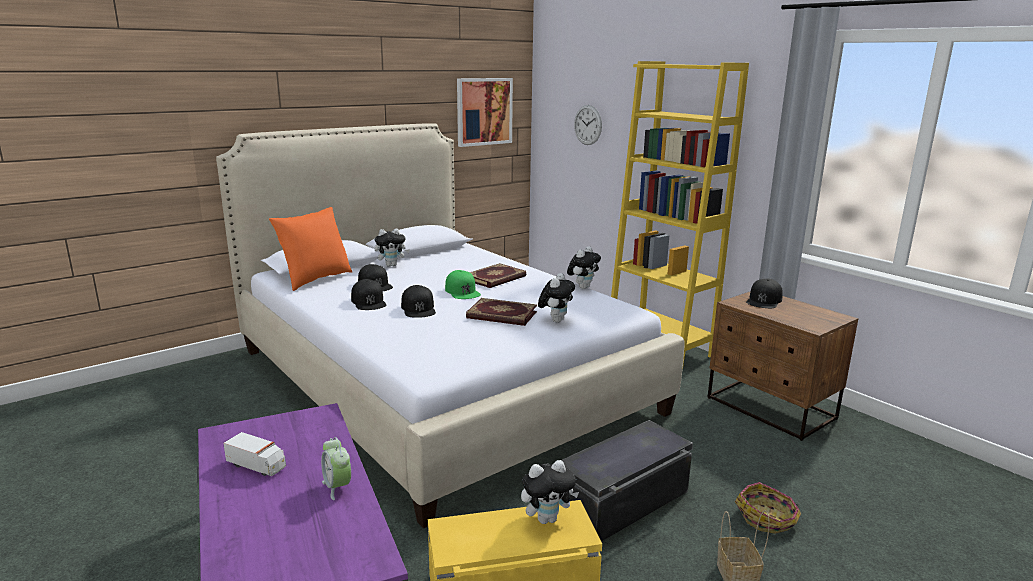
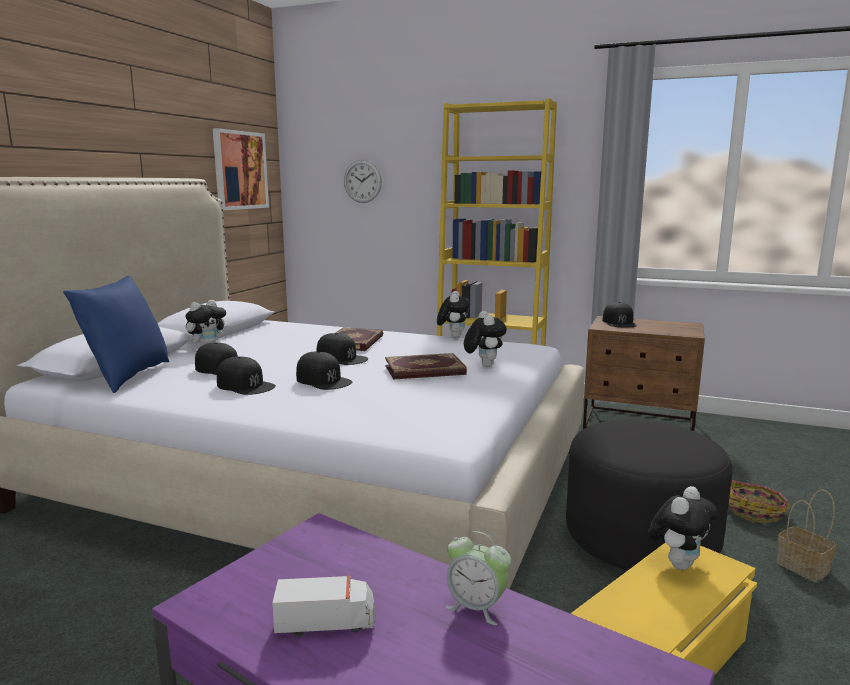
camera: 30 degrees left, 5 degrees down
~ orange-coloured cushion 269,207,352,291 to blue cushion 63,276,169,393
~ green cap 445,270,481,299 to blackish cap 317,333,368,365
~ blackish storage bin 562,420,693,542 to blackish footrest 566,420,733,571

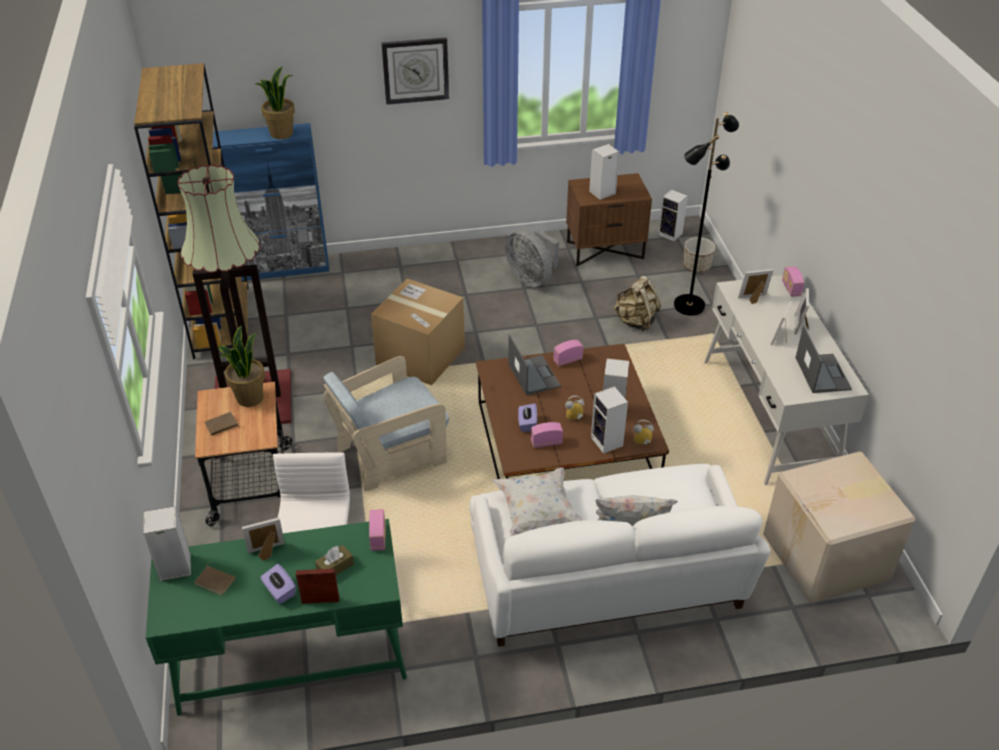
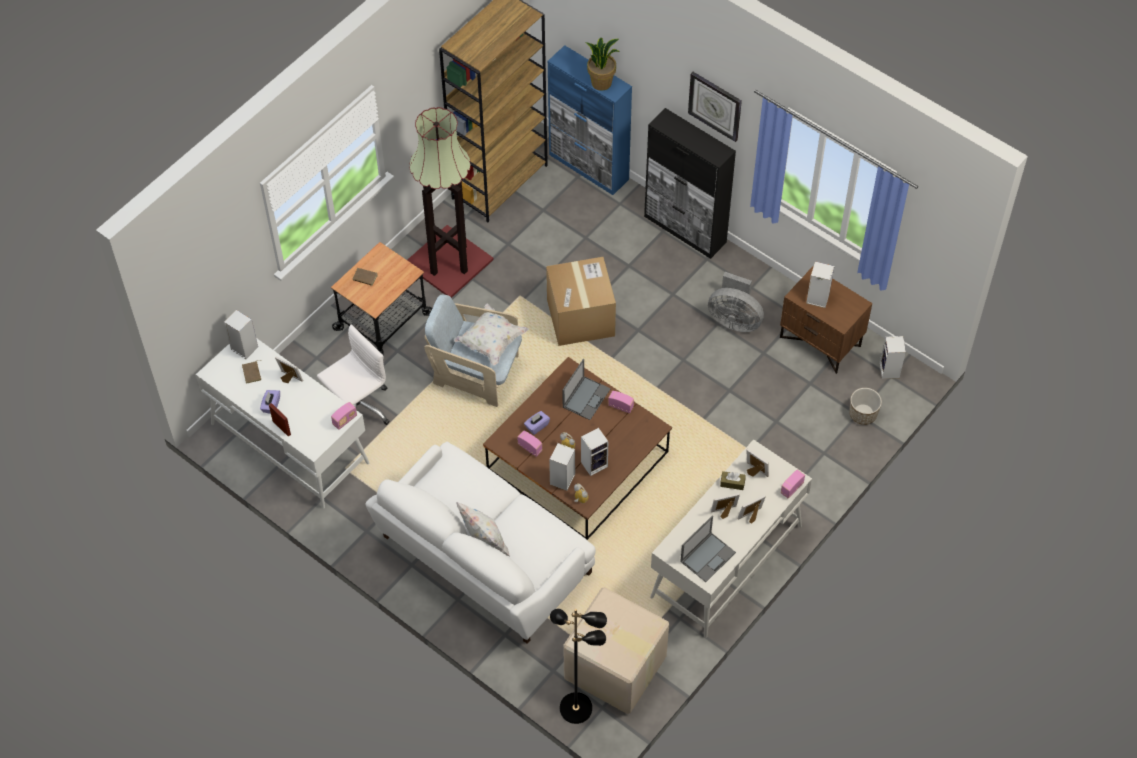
camera: 50 degrees right, 15 degrees up
~ green desk 146,519,407,716 to white-coloured desk 196,338,369,509
- houseplant 218,325,265,407
~ brownish box of tissues 315,545,354,575 to 720,471,746,490
~ white-coloured cushion 493,467,582,536 to 454,303,529,365
~ gray cooling fan 505,229,559,287 = 708,272,764,332 75 degrees counterclockwise
- sand-coloured rucksack 613,276,661,332
~ blackish standard lamp 674,112,739,316 to 550,608,607,724
+ blackish cabinet 644,108,736,259

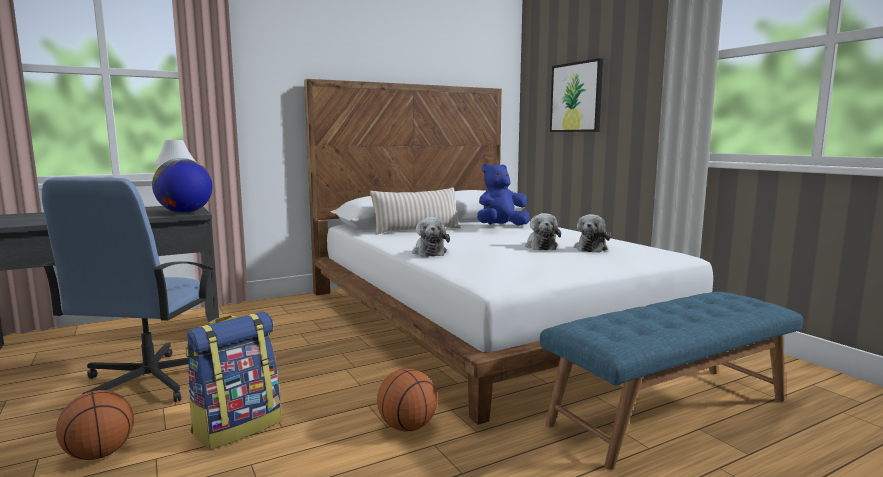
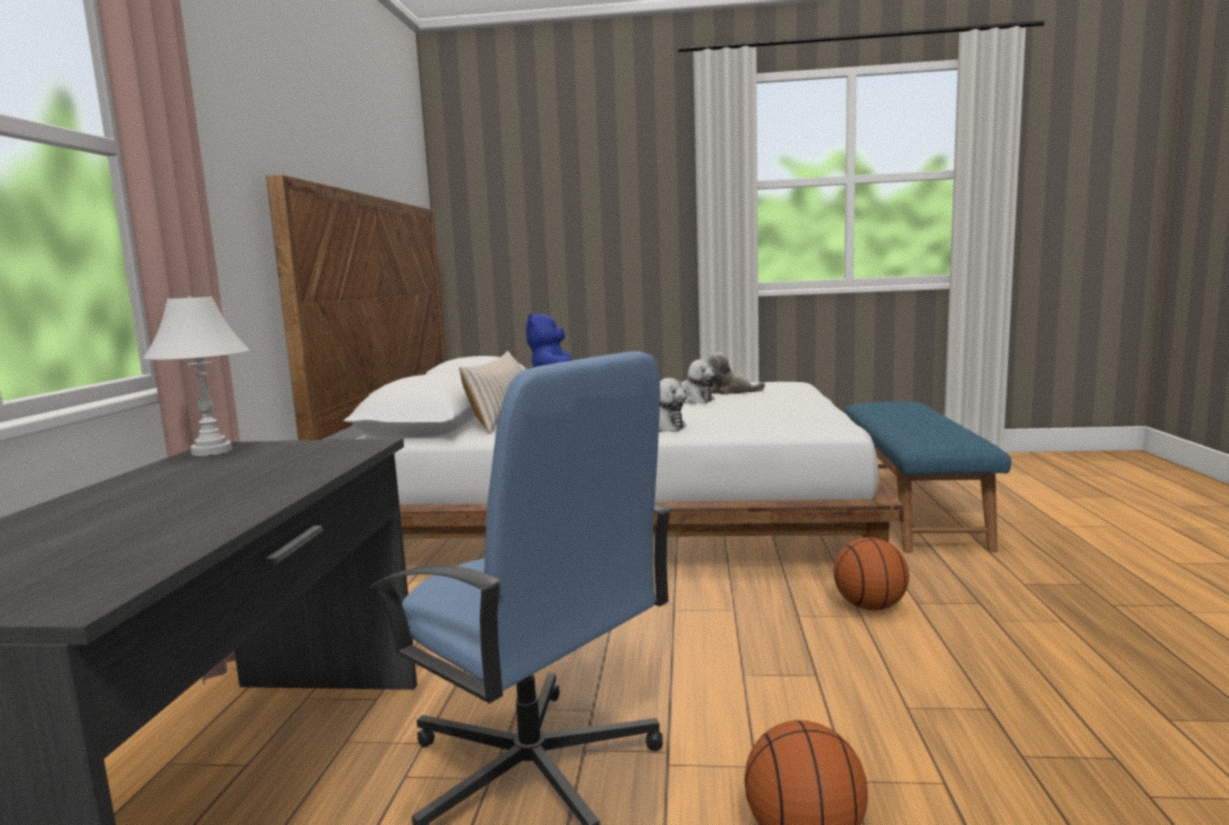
camera: 55 degrees left, 0 degrees up
- globe 152,158,213,213
- rucksack 185,312,281,450
- wall art 550,58,603,132
~ plush toy 574,214,611,253 = 707,353,765,395 135 degrees clockwise

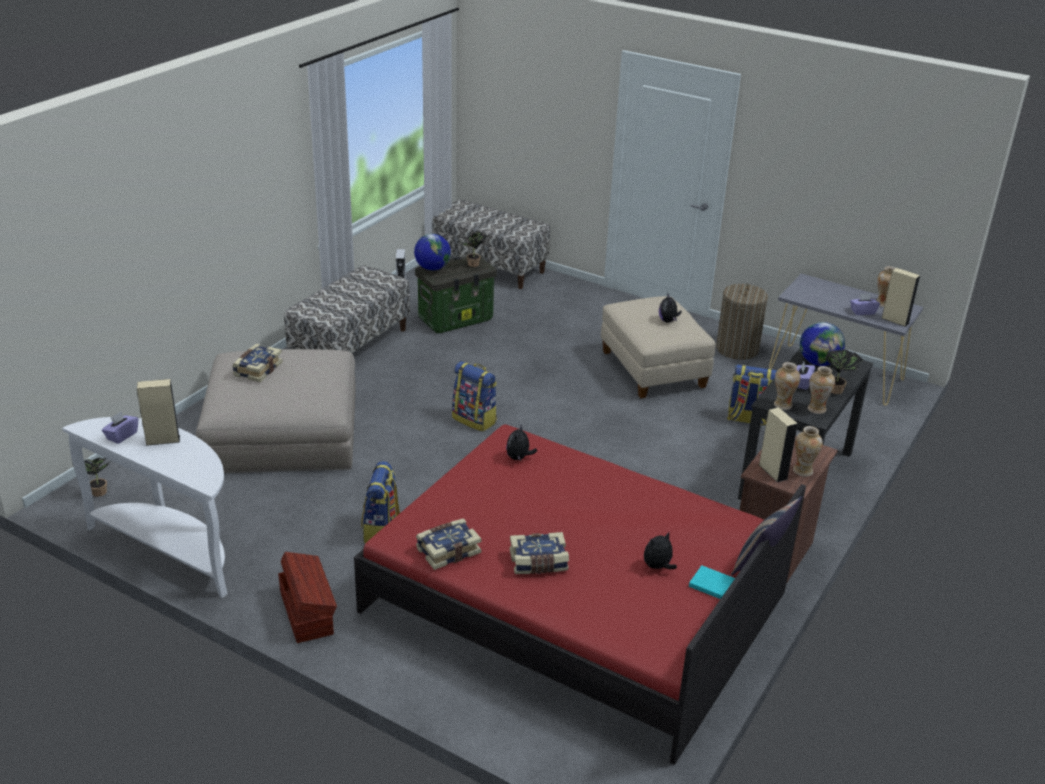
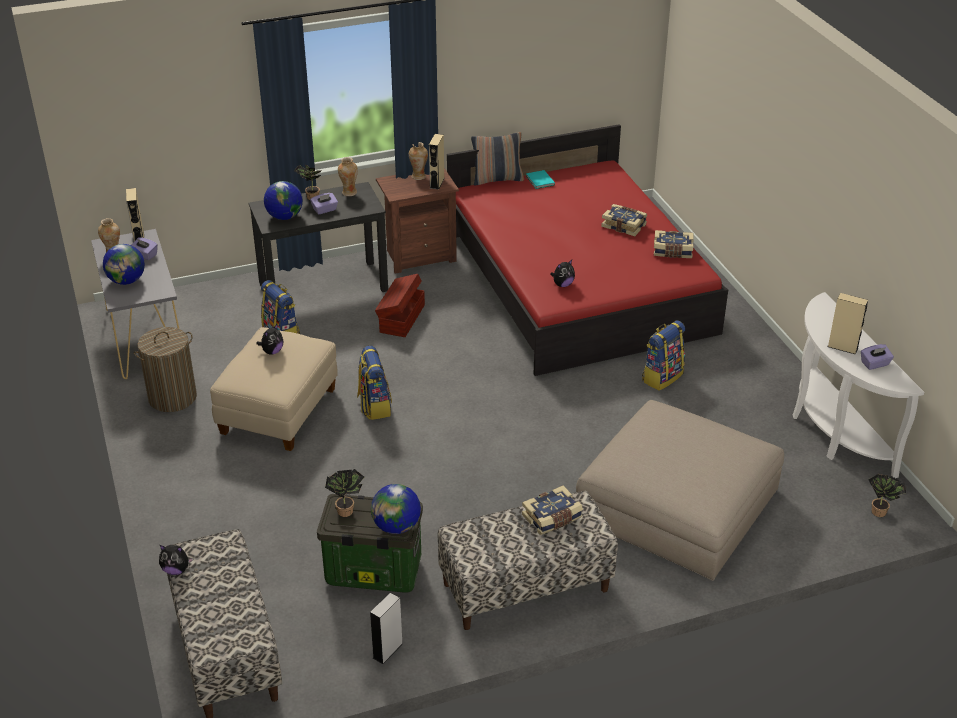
camera: 140 degrees left, 5 degrees up
~ book 232,344,283,382 to 522,485,583,535
~ brownish storage bin 278,552,337,643 to 375,274,425,337
~ rucksack 452,361,497,432 to 357,346,392,420
~ plush toy 644,532,677,569 to 159,545,193,575
- flower vase 774,362,800,410
+ globe 103,244,145,285

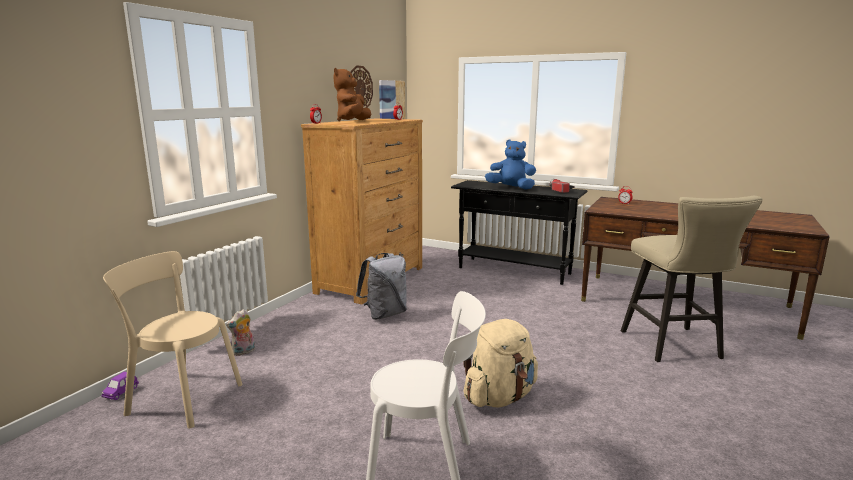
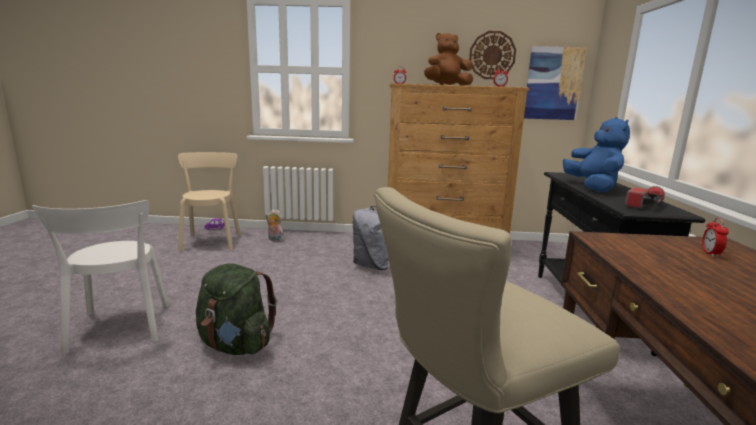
camera: 65 degrees right, 0 degrees up
~ sand-coloured rucksack 464,319,538,407 to green rucksack 196,263,277,355

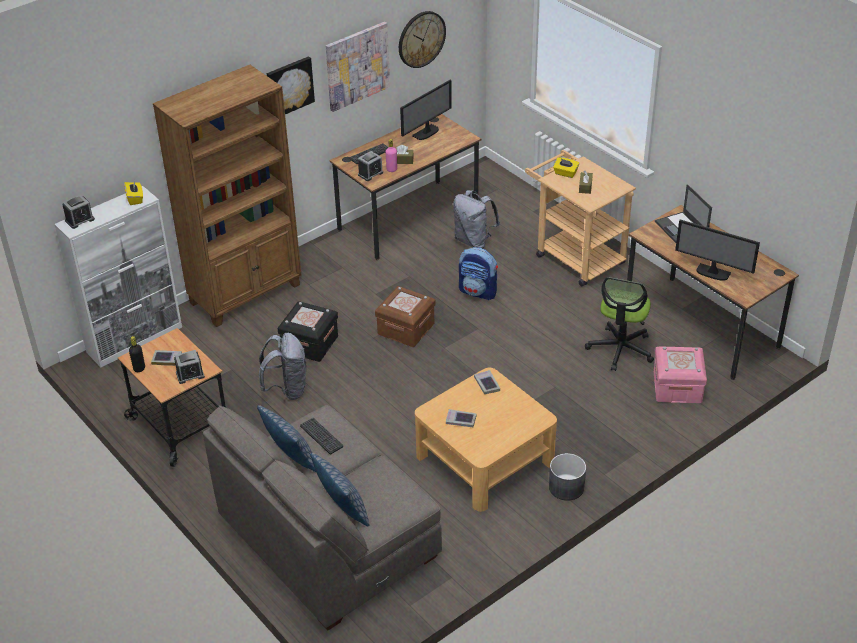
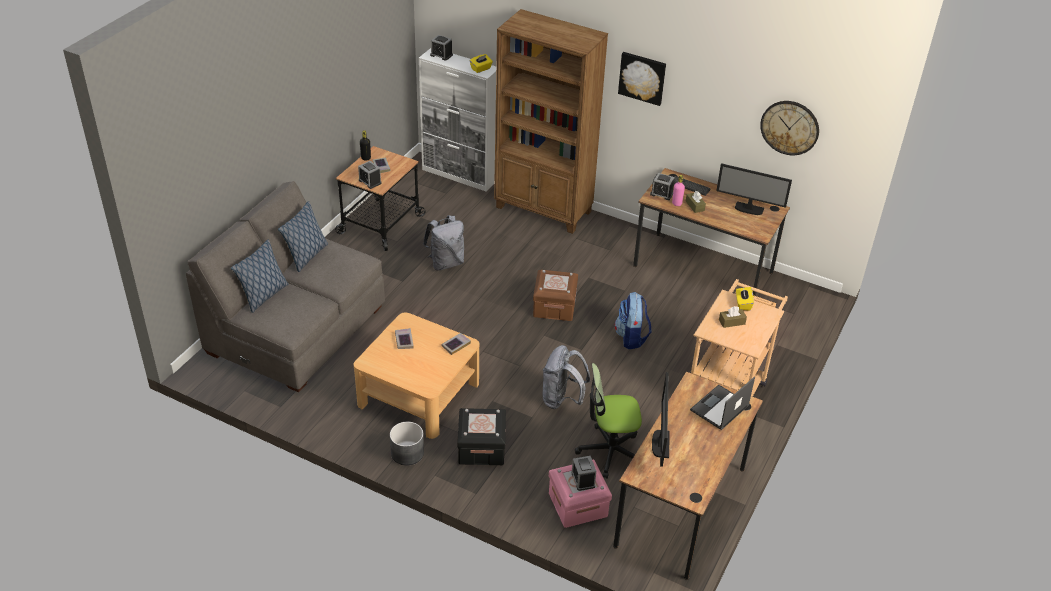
camera: 65 degrees right, 0 degrees up
~ blackish storage bin 277,301,338,362 to 457,408,506,465
- computer keyboard 300,418,343,455
- wall art 326,22,390,112
~ gray rucksack 453,190,500,248 to 543,345,590,409
+ bedside clock 571,456,596,491

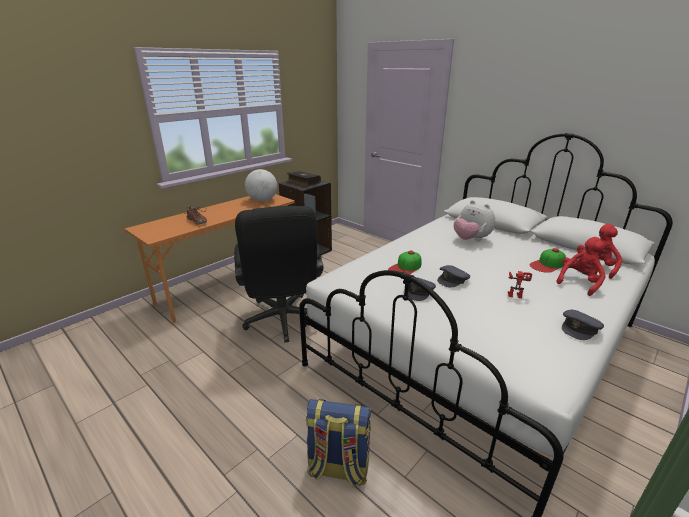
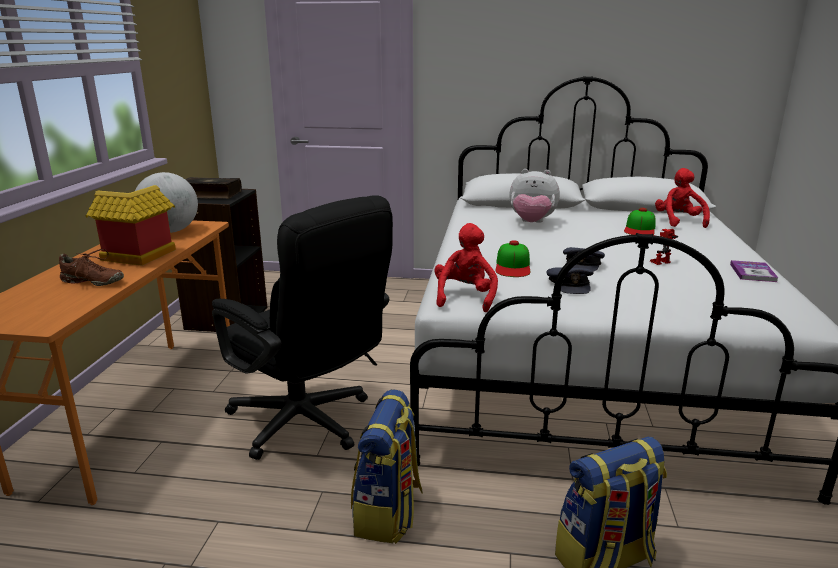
camera: 35 degrees left, 5 degrees down
~ reddish plush toy 556,237,606,296 to 434,223,498,312
~ gray cap 562,310,604,340 to book 730,260,779,282
+ model house 86,185,176,266
+ rucksack 351,389,423,544

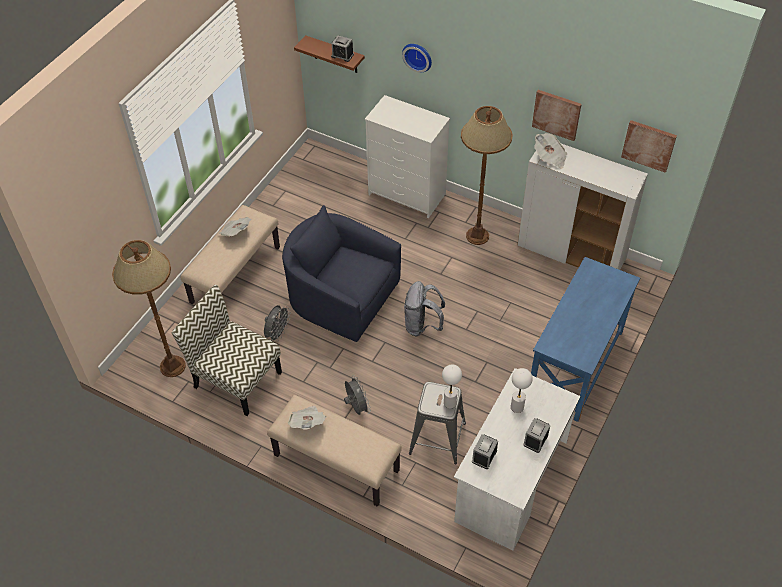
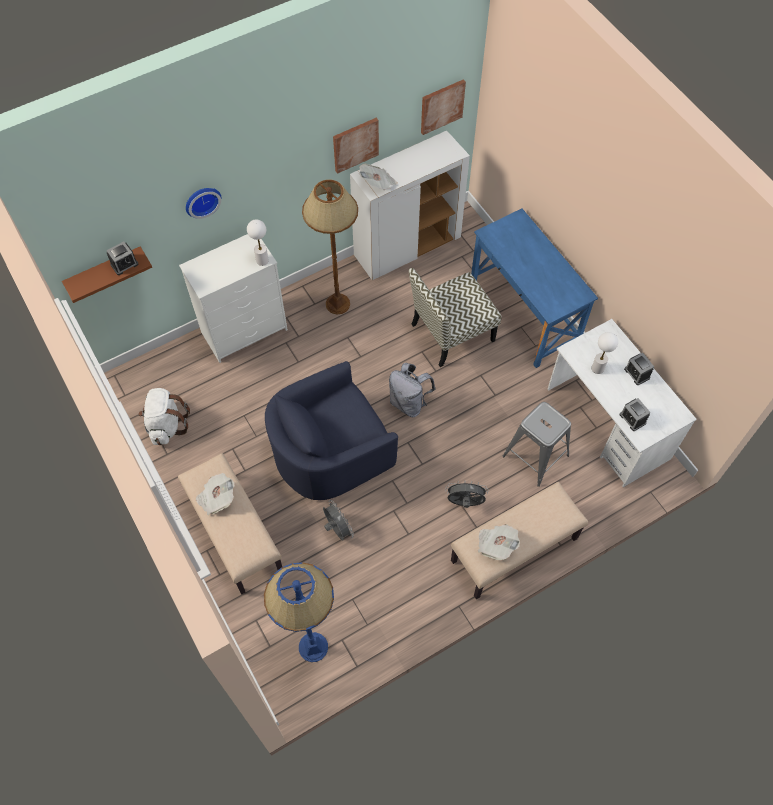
camera: 60 degrees left, 10 degrees up
~ brownish standard lamp 112,240,186,377 to blue standard lamp 264,562,334,662
~ plain chair 172,285,282,416 to 409,268,502,367
~ white-coloured tabletop lamp 442,364,462,408 to 247,219,269,266
+ white-coloured rucksack 138,388,190,445

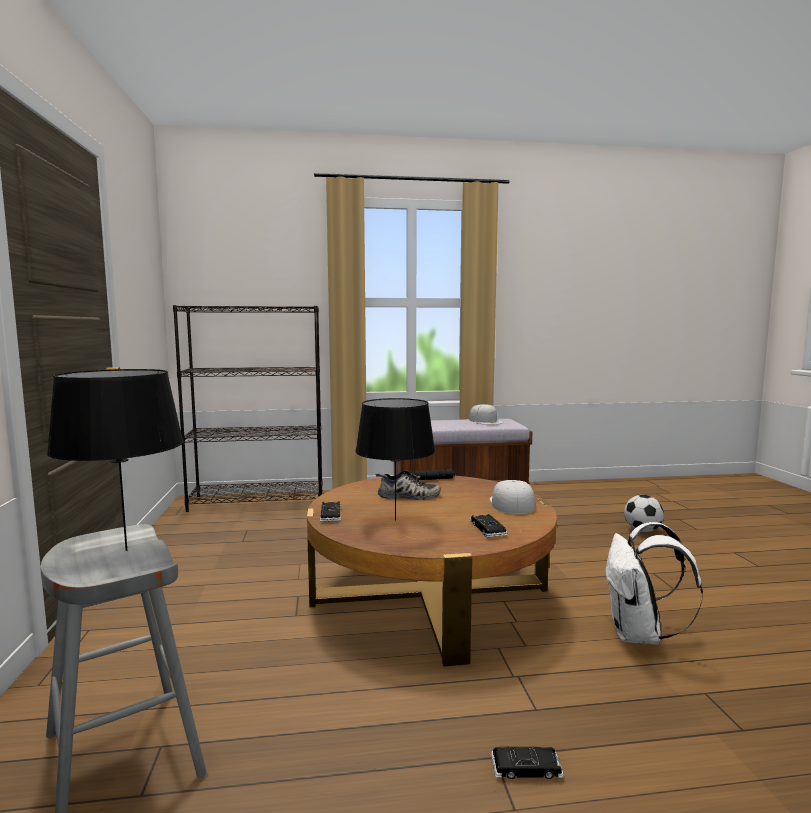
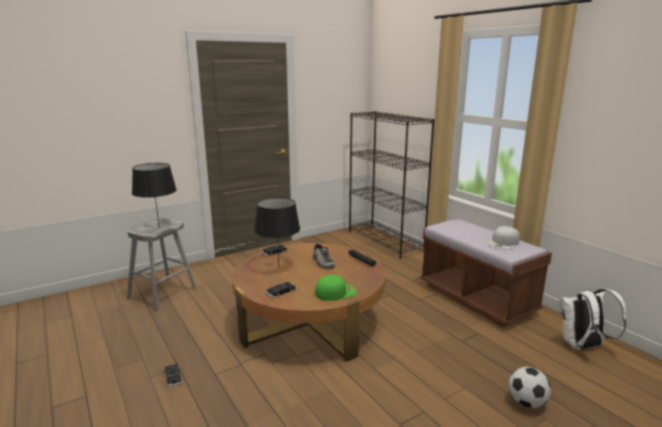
camera: 65 degrees right, 10 degrees up
~ white-coloured cap 490,480,535,514 to green cap 315,275,357,301
~ white-coloured rucksack 606,522,703,645 to 560,288,626,350

